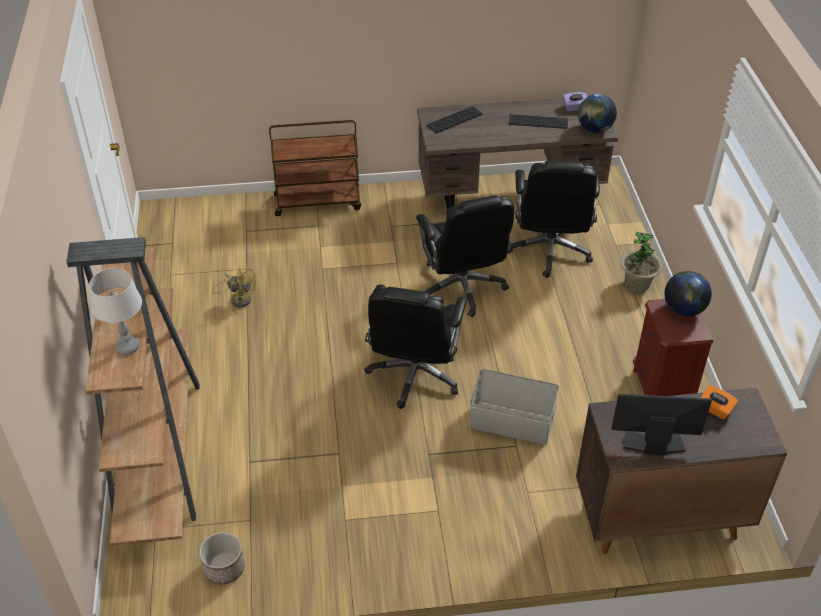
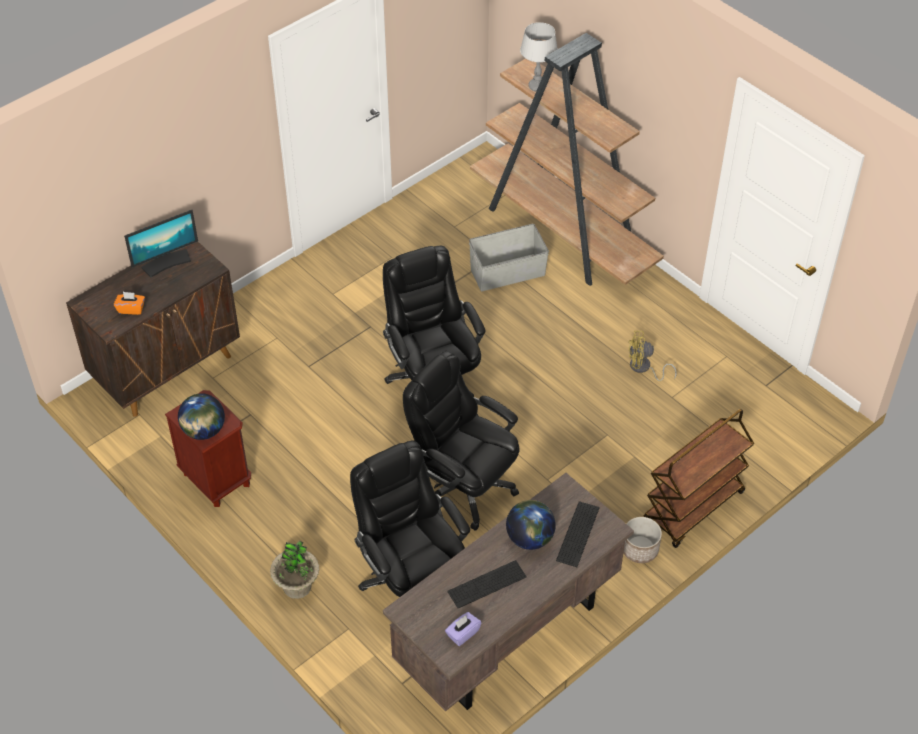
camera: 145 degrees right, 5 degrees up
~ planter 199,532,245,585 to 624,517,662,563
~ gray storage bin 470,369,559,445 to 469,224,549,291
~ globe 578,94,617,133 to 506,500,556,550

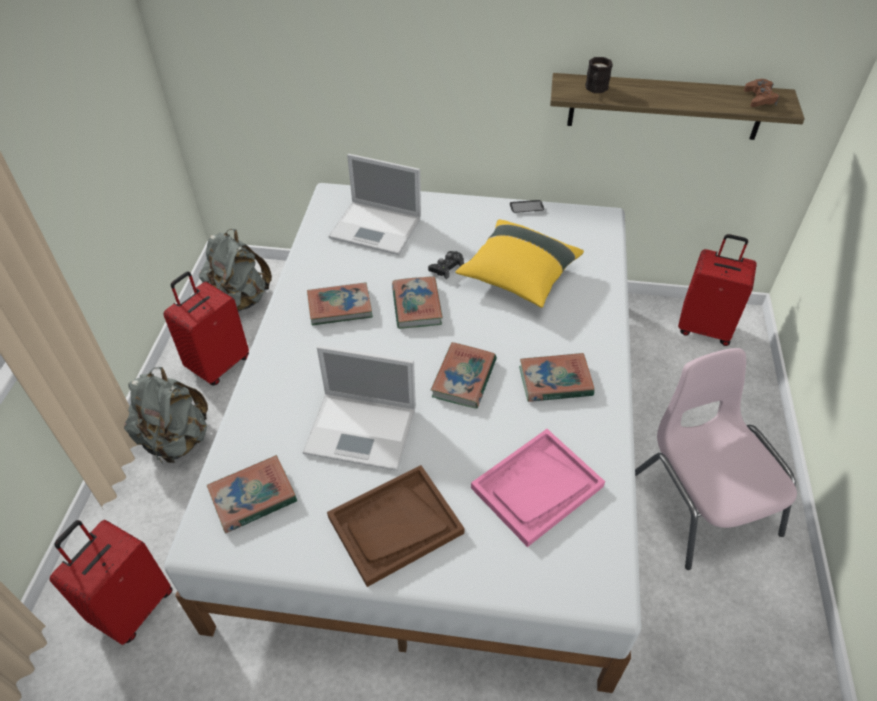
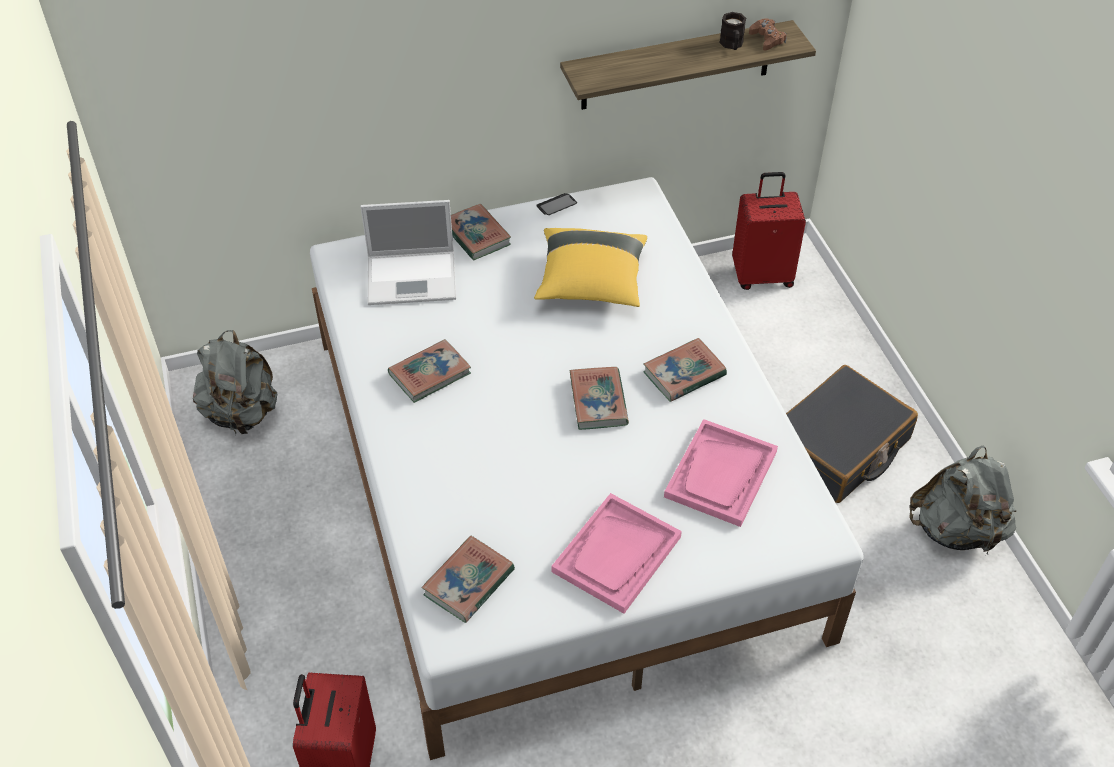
camera: 25 degrees left, 0 degrees up
~ gray rucksack 124,367,208,466 to 909,446,1016,556
- reddish travel case 163,271,249,385
- portable computer 303,345,416,471
~ brownish serving tray 327,465,465,587 to pink-coloured serving tray 551,493,682,614
~ book 392,276,443,329 to 451,204,511,260
- blackish joypad 428,251,464,279
~ blackish coffee mug 585,57,613,93 to 719,12,746,50
~ pink-coloured plain chair 635,348,797,570 to blackish travel case 786,365,918,503

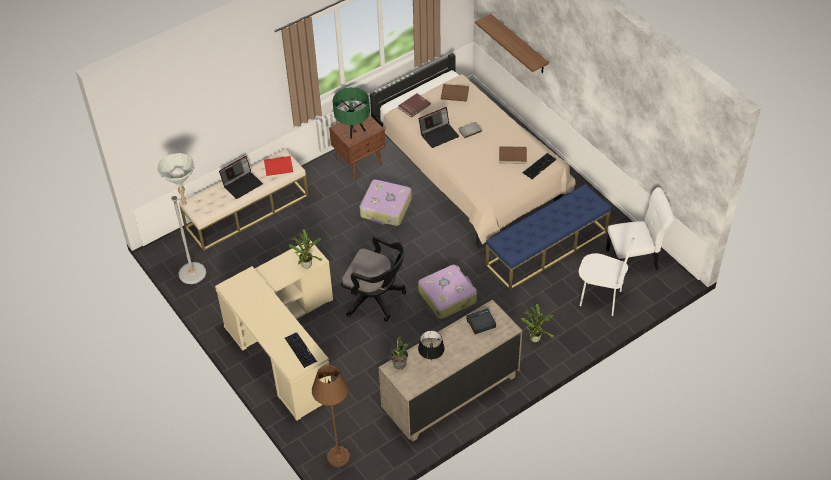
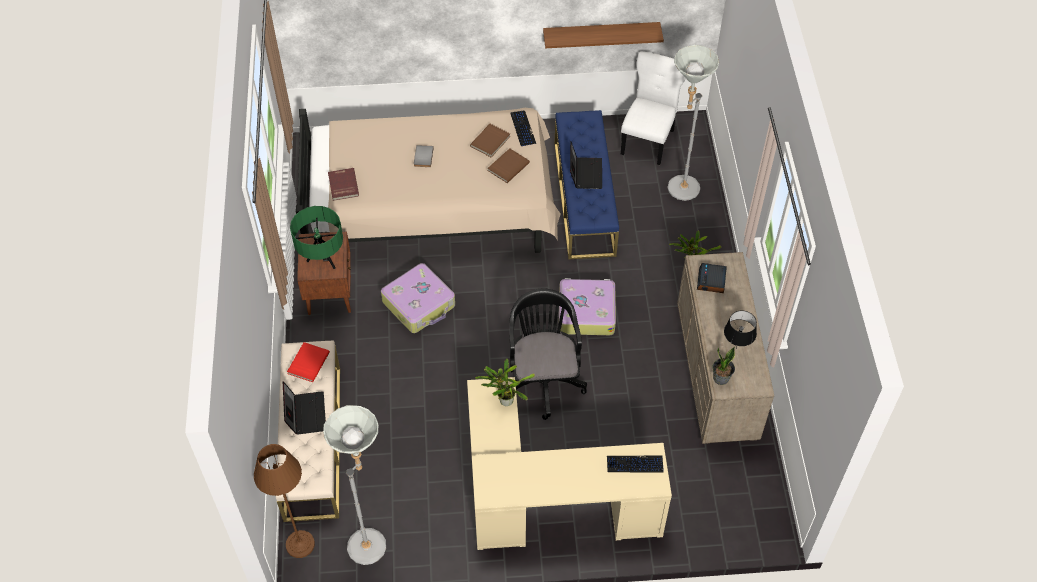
camera: 60 degrees left, 5 degrees up
~ brownish standard lamp 312,365,350,467 to 254,444,315,558
~ blackish desk chair 341,236,406,322 = 509,289,587,420 60 degrees counterclockwise
~ portable computer 419,107,459,148 to 570,141,602,189
~ brownish book 441,84,469,102 to 488,148,530,183
~ bracket shelf 475,14,549,74 to 543,22,664,48
~ white-coloured plain chair 579,238,635,316 to gray standard lamp 667,45,719,201

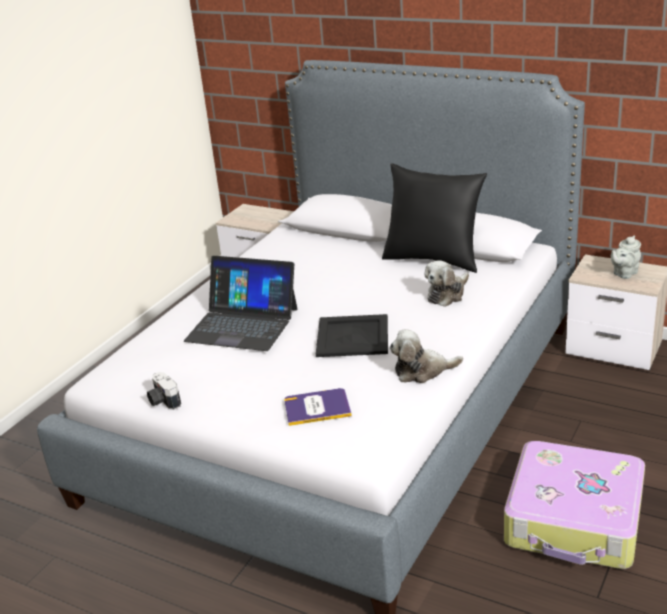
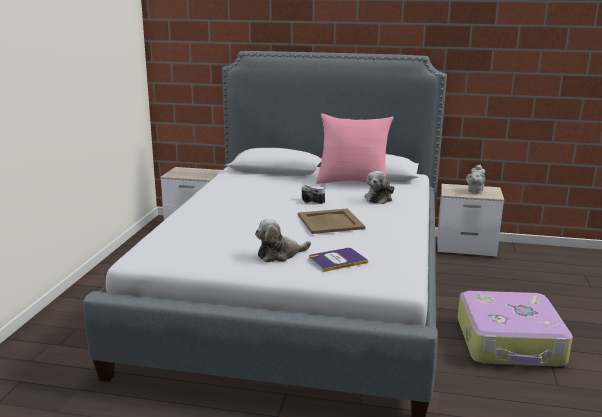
camera: 20 degrees left, 10 degrees down
~ photo camera 147,372,181,410 to 302,185,325,204
- portable computer 184,256,297,351
~ blackish serving tray 316,314,388,357 to sand-coloured serving tray 298,209,365,234
~ blackish cushion 382,163,487,273 to pink-coloured cushion 316,113,394,184
~ plush toy 390,329,463,383 to 255,219,311,262

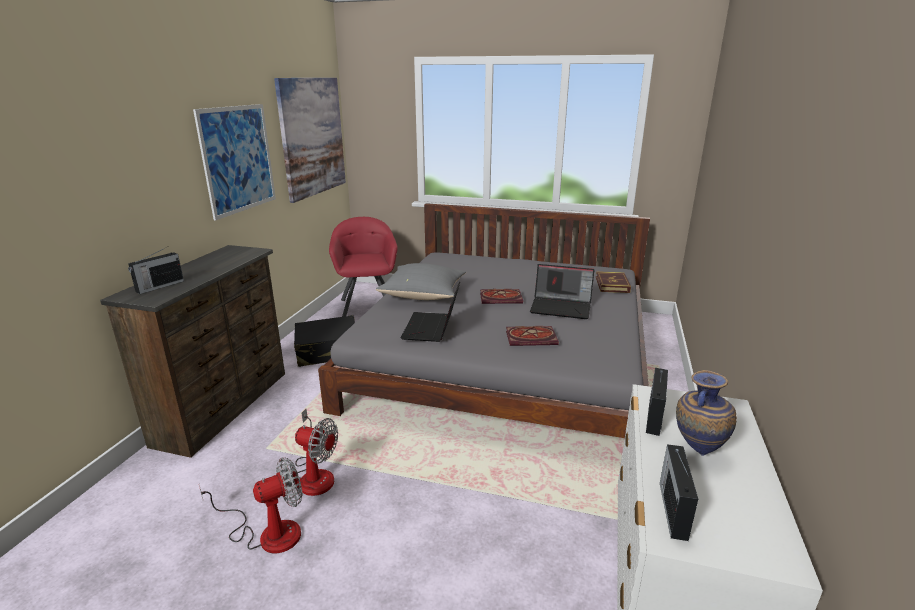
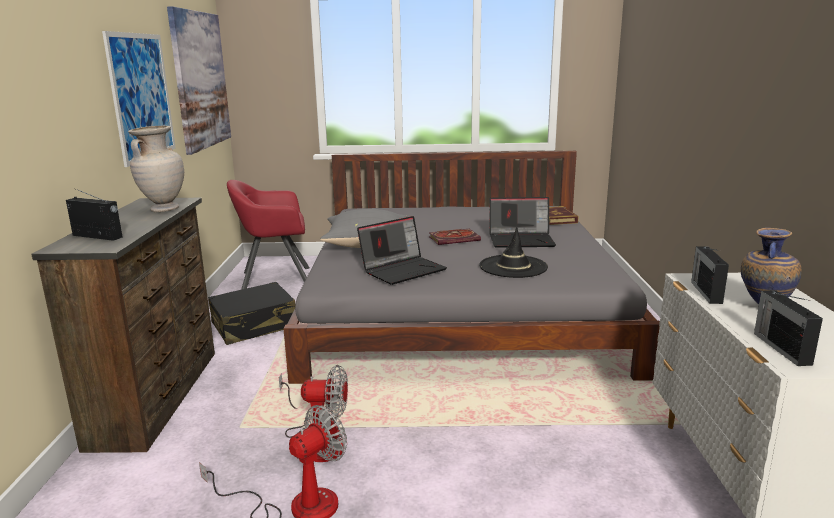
camera: 15 degrees left, 5 degrees down
~ radio 128,248,184,294 = 66,188,123,241 90 degrees counterclockwise
~ reddish lounge chair 329,217,398,317 = 227,180,310,290 75 degrees counterclockwise
~ portable computer 401,281,460,342 = 357,216,447,285 120 degrees counterclockwise
~ book 506,326,559,346 to blackish wearable hat 479,227,548,278
+ sand-coloured flower vase 128,126,184,212

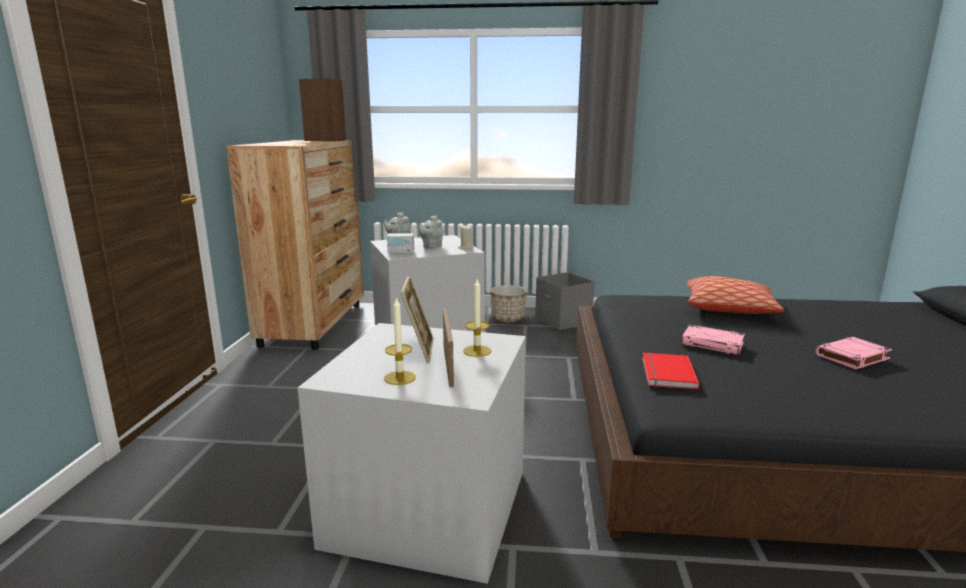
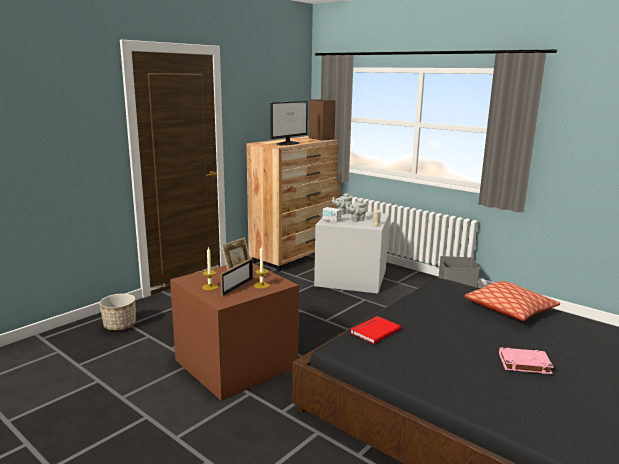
camera: 35 degrees right, 0 degrees up
~ gray storage bin 298,323,526,584 to brownish storage bin 170,263,299,401
~ planter 490,285,527,322 to 99,294,136,331
- pink-coloured book 681,325,745,355
+ computer screen 270,101,308,145

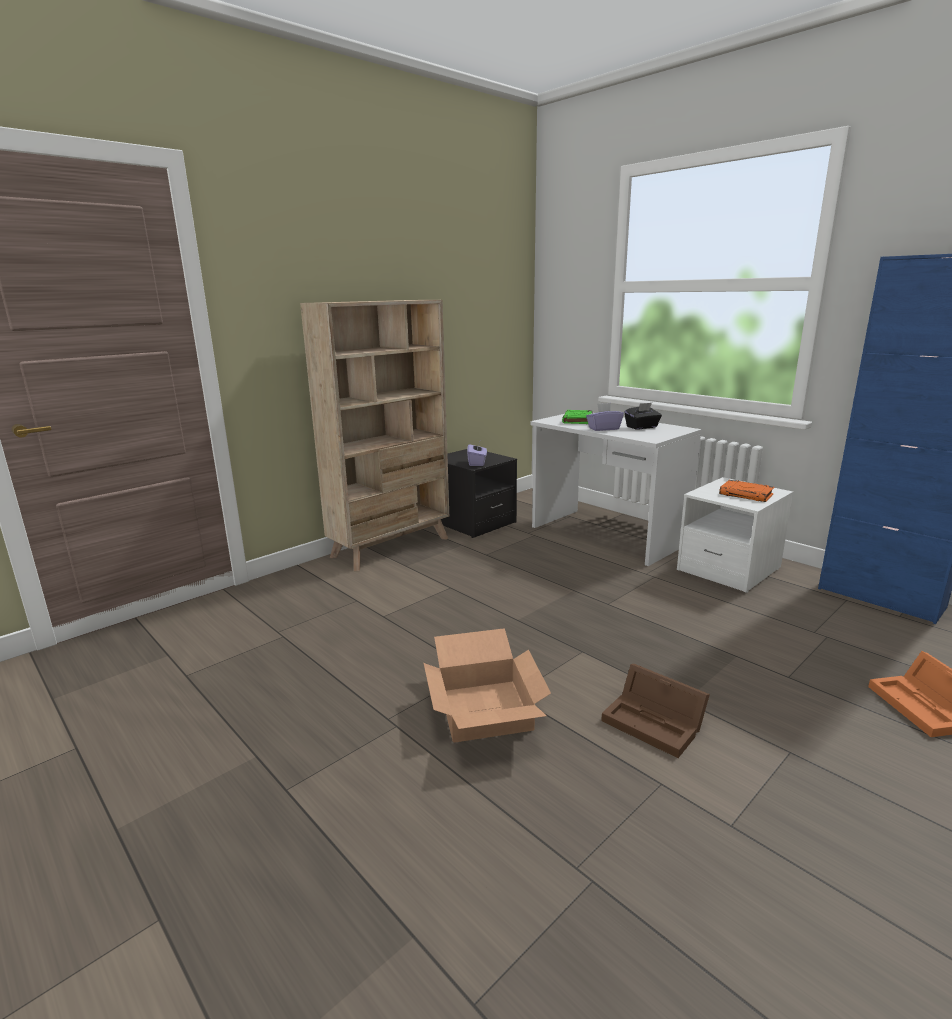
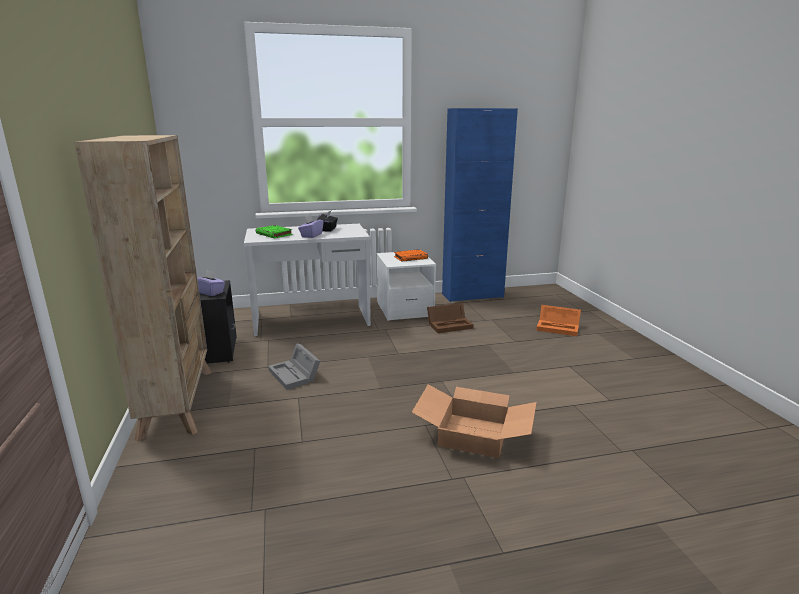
camera: 60 degrees left, 0 degrees up
~ brownish storage bin 601,664,710,758 to 427,303,473,333
+ gray storage bin 268,343,320,390

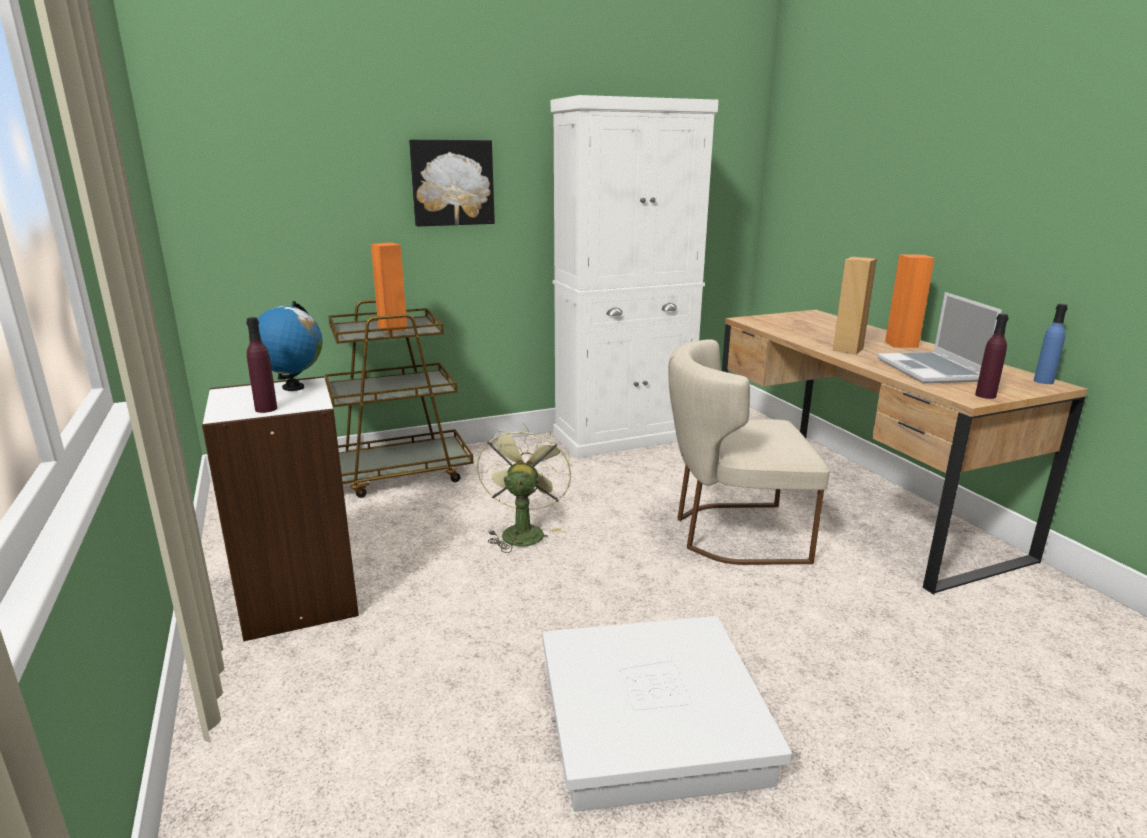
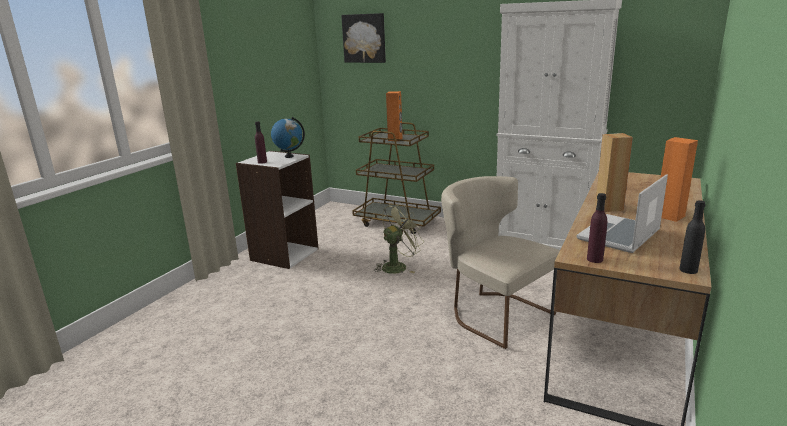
camera: 50 degrees right, 0 degrees up
~ wall art 409,140,495,227 to 341,13,386,63
- white-coloured storage bin 543,616,792,812
~ blue beverage bottle 1034,304,1068,384 to blackish beverage bottle 679,200,706,274

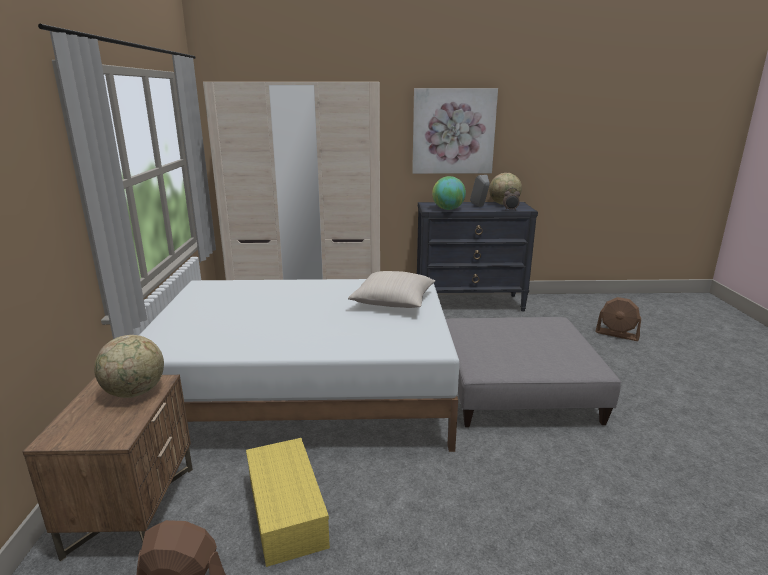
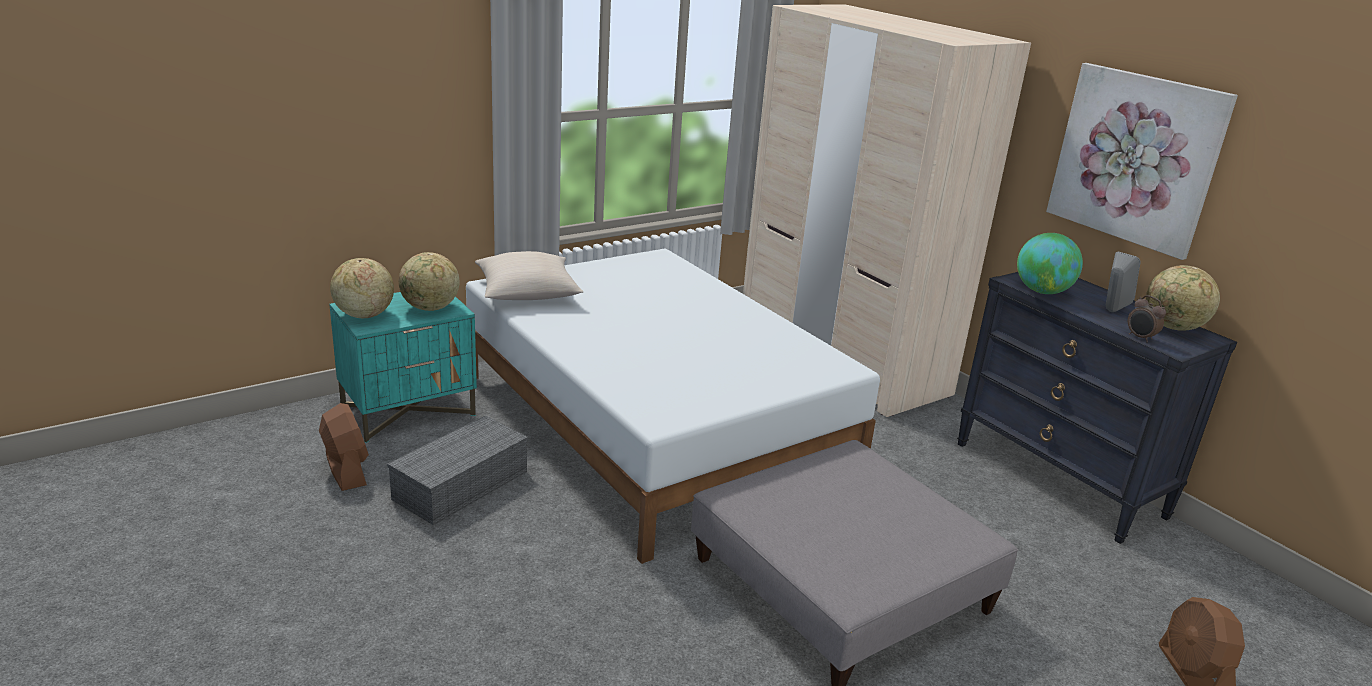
camera: 55 degrees right, 5 degrees up
~ brownish night table 23,375,193,562 to turquoise night table 329,292,477,443
~ yellow-coloured storage bin 246,438,330,567 to gray storage bin 387,416,528,525
~ sand-coloured cushion 348,271,436,308 to 475,251,584,300
+ globe 330,258,394,318

